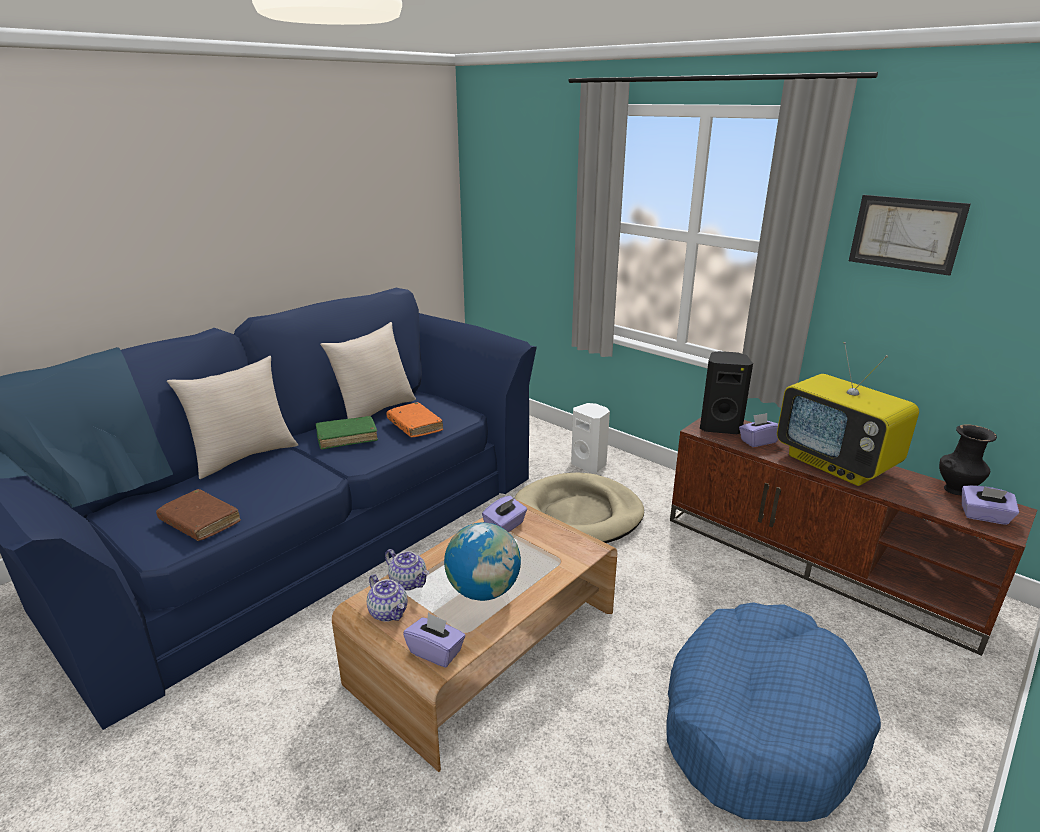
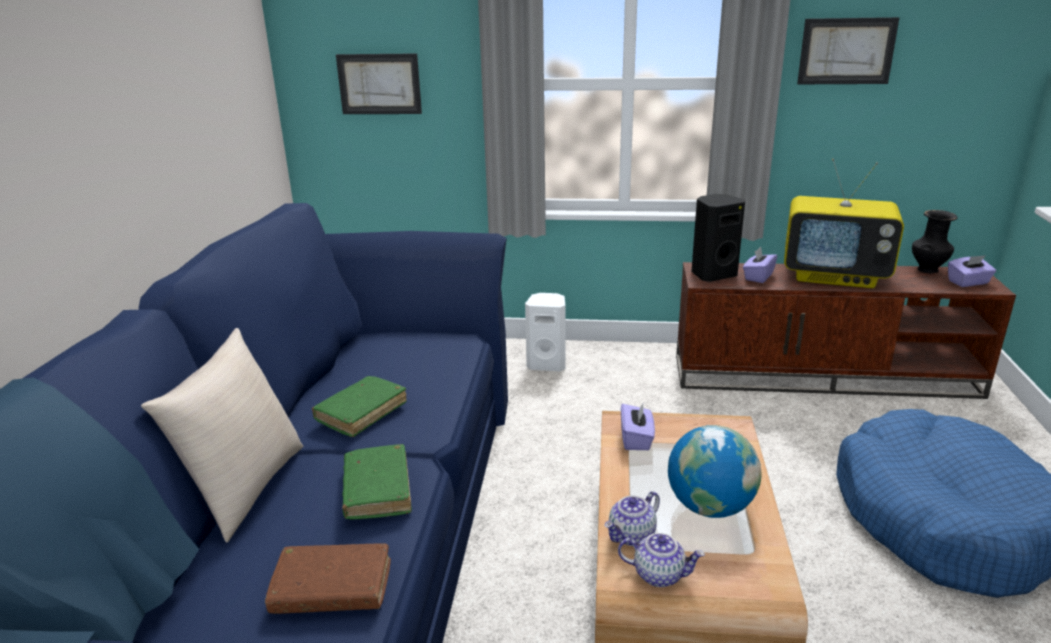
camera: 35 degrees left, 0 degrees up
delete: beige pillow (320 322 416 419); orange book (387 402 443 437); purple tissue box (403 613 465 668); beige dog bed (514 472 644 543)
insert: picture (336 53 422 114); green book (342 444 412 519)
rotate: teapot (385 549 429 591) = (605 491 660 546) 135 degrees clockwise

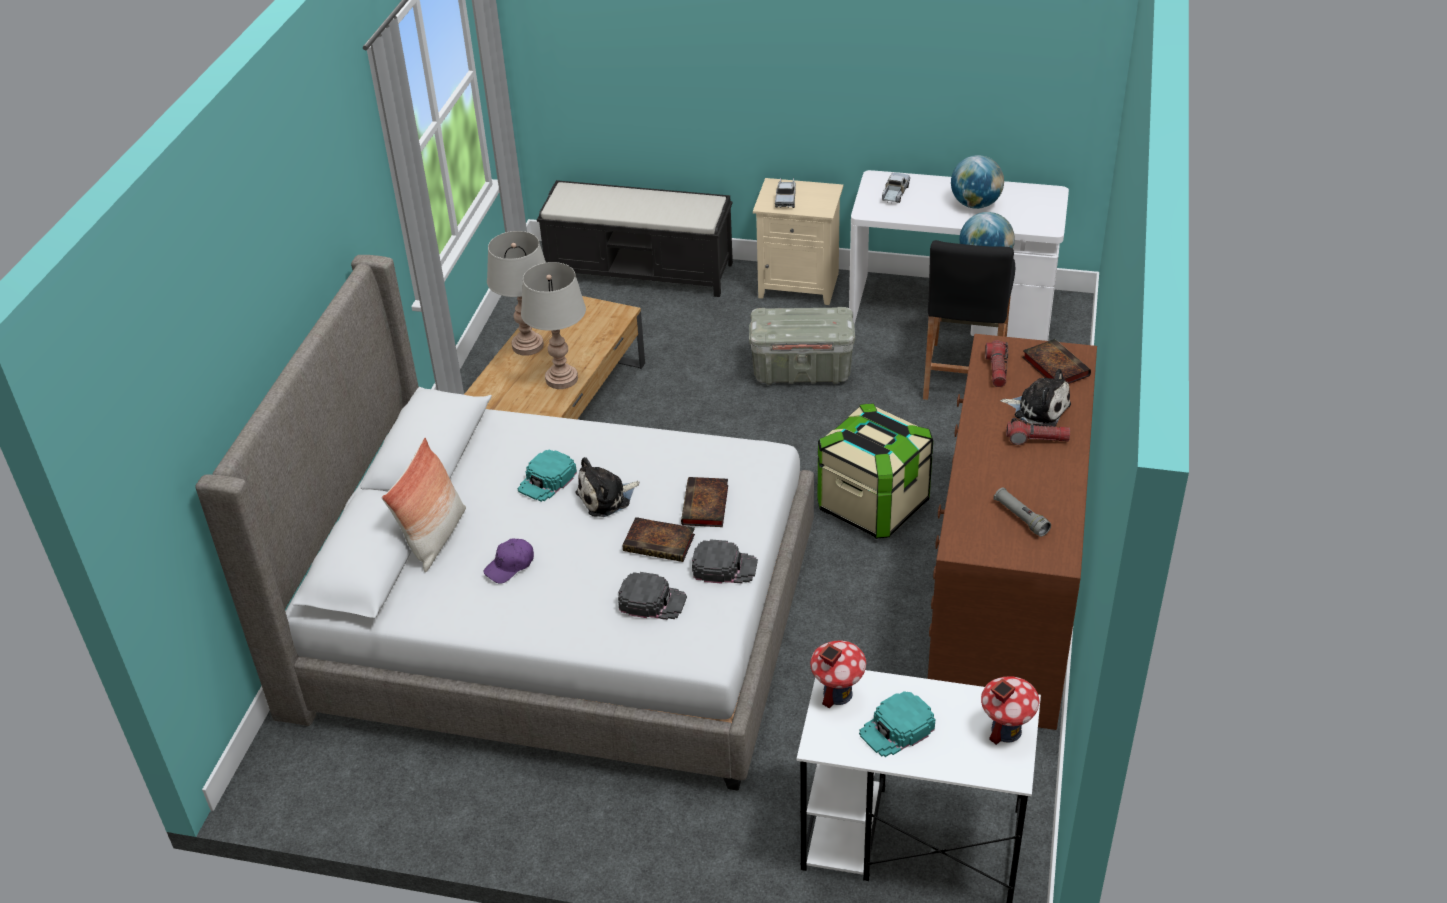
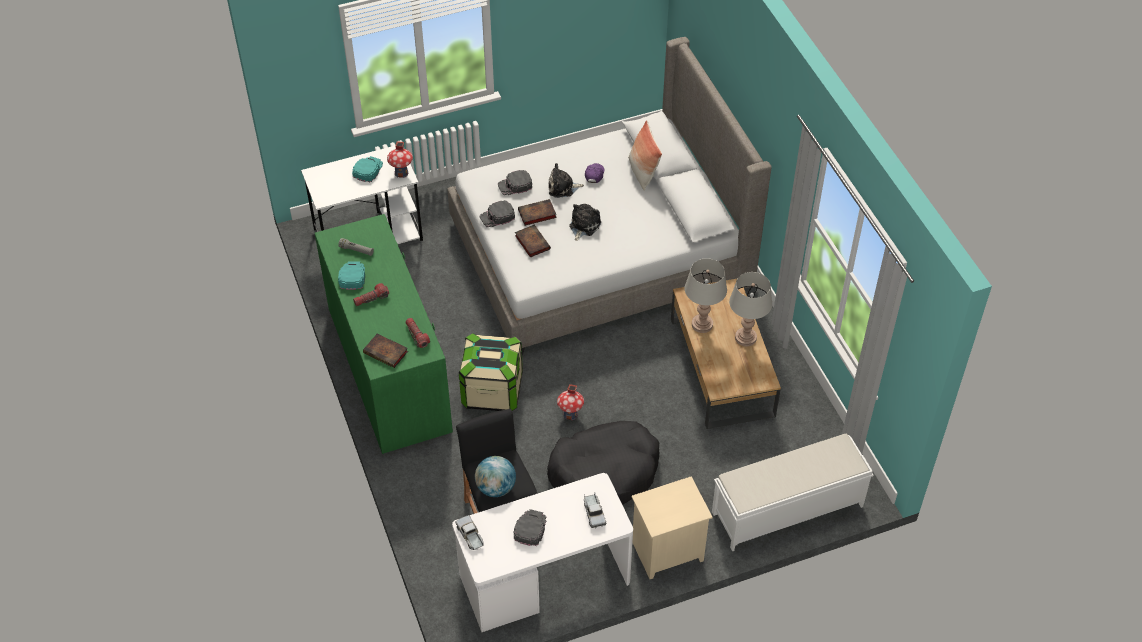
camera: 145 degrees right, 10 degrees up
move: turquoise cap (518 450 577 502) to (338 262 365 290); toy truck (775 178 796 208) to (455 515 484 550); plush toy (1000 369 1071 427) to (548 163 584 198); toy house (981 676 1039 745) to (557 384 584 421)
replace: globe (951 155 1004 209) to black cap (514 509 547 546); grey storage box (749 307 855 385) to black dog bed (547 421 659 505)
recolor: brown dresser (928 334 1097 730) to green dresser (315 214 453 454); black bench (537 180 733 297) to white bench (712 434 874 551)

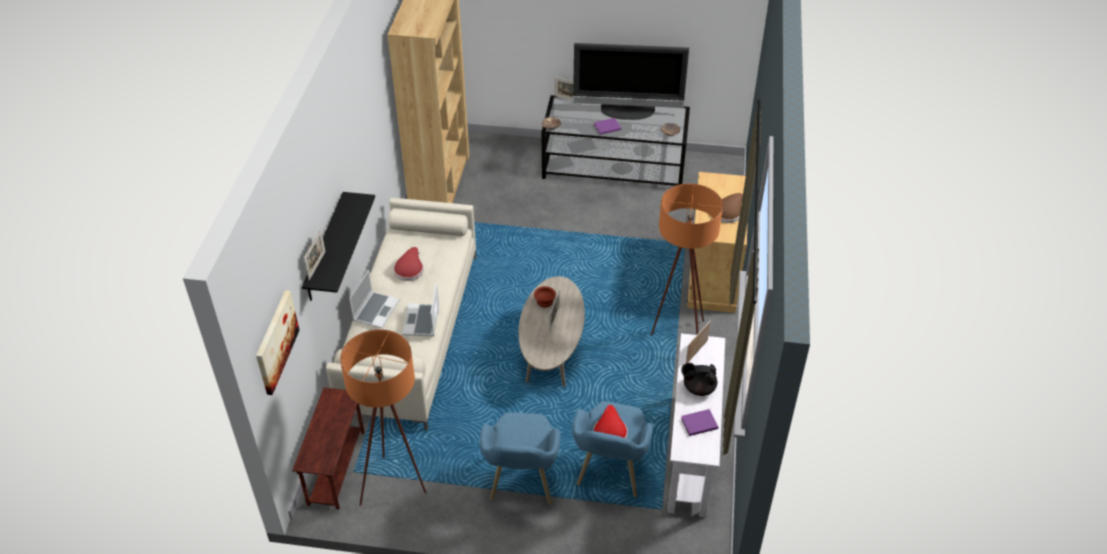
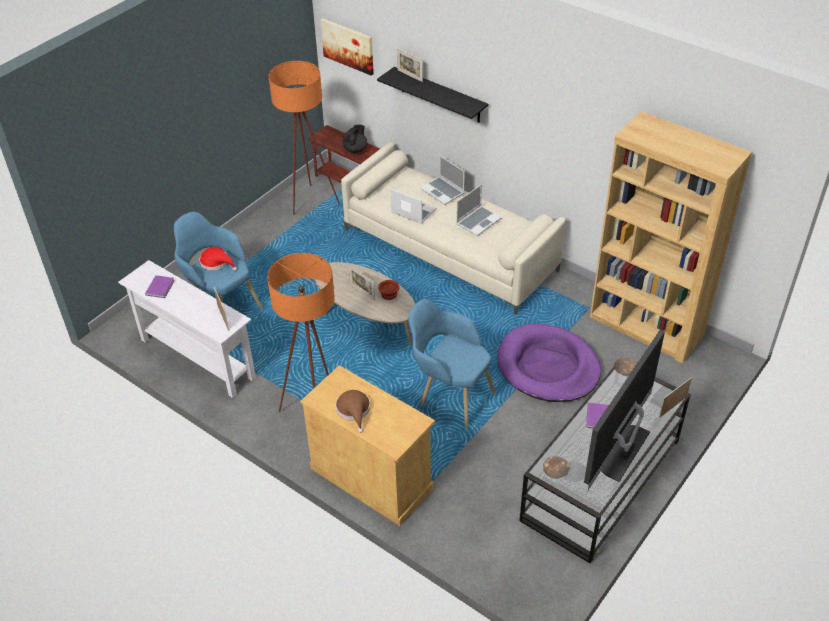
camera: 120 degrees right, 0 degrees up
insert: purple dog bed (497 324 601 402)
move: black teapot (681 363 717 396) to (342 124 368 153); blue armchair (480 412 560 504) to (408 299 495 429)
replace: red hat (394 247 424 281) to laptop (456 184 502 236)

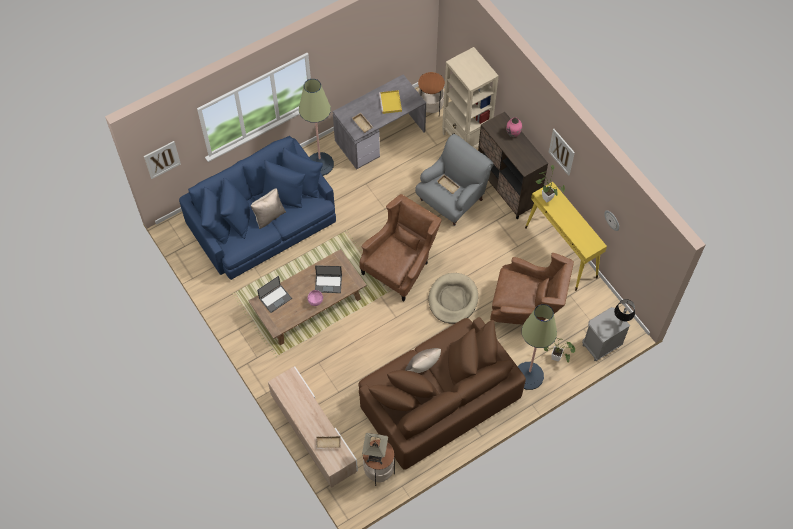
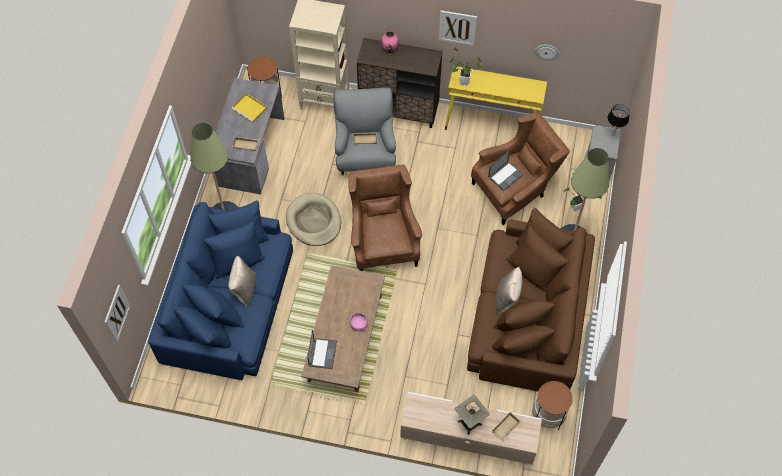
camera: 45 degrees left, 0 degrees up
move: beige dog bed (429 273 478 324) to (286 193 341 246); table lamp (362 433 388 464) to (455 395 490 435); laptop (315 265 342 293) to (488 150 524 191)

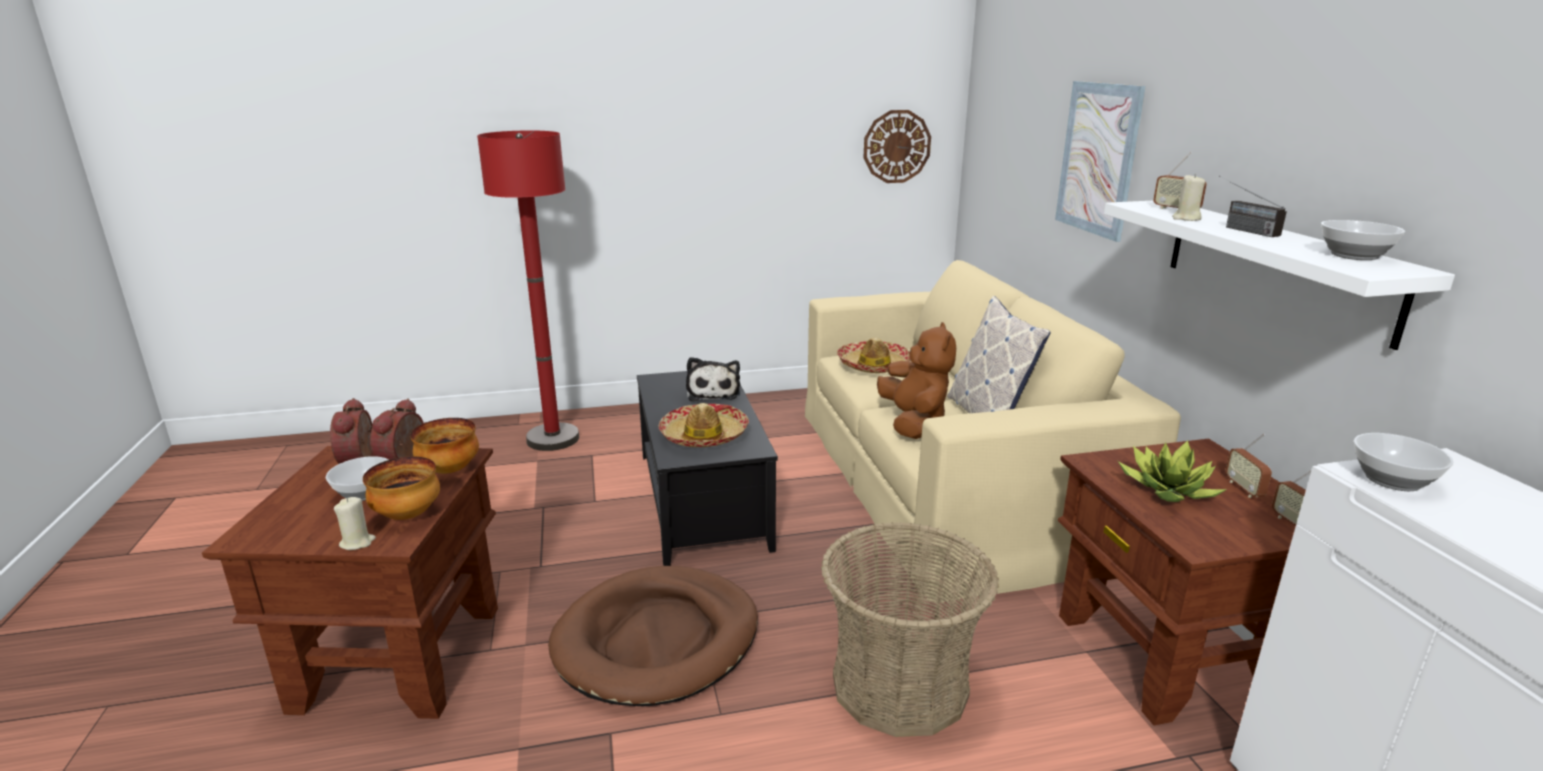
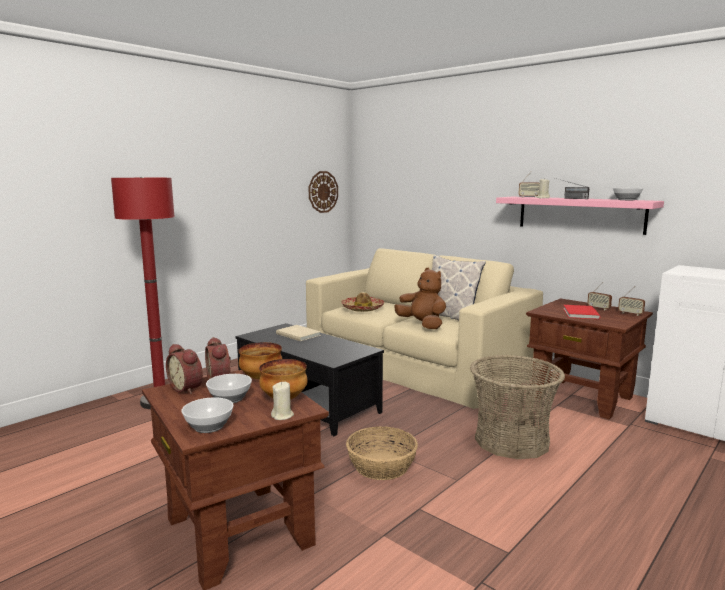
camera: 35 degrees left, 10 degrees down
delete: hat (659 403 749 447); picture (1055 81 1146 242)
move: bowl (1354 433 1454 491) to (182 397 234 433)
replace: plush toy (686 357 740 401) to beige book (276 325 321 341); brown dog bed (548 566 758 706) to basket (346 426 418 480); potted plant (1118 441 1227 502) to red book (563 305 600 319)
recolor: white shelf (1104 201 1455 350) to pink shelf (496 197 664 235)

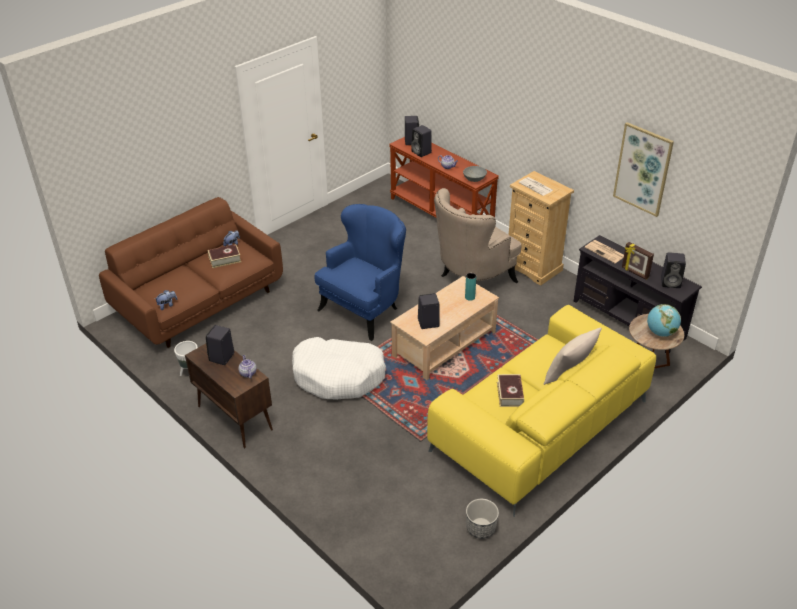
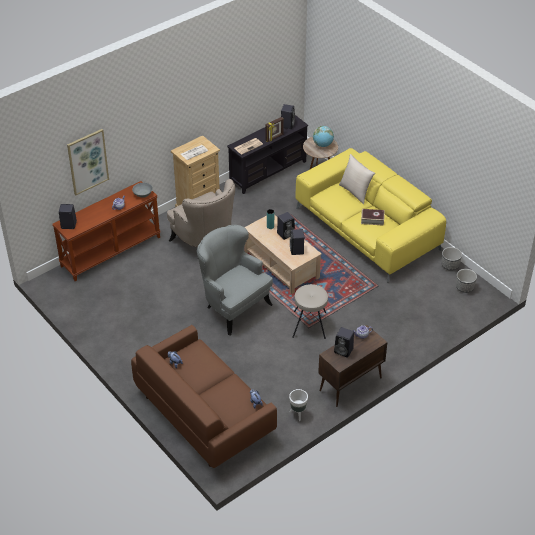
camera: 85 degrees left, 5 degrees up
delete: book (208 244 241 268)
insert: planter (456 269 477 293)
move: picture (613 122 674 217) to (67 129 109 195); black speaker (411 125 432 157) to (277 212 295 240)
replace: white dog bed (292 337 386 399) to beige stool (293 284 328 339)
recolor: blue armchair (314 204 406 341) to grey armchair (197 225 273 336)

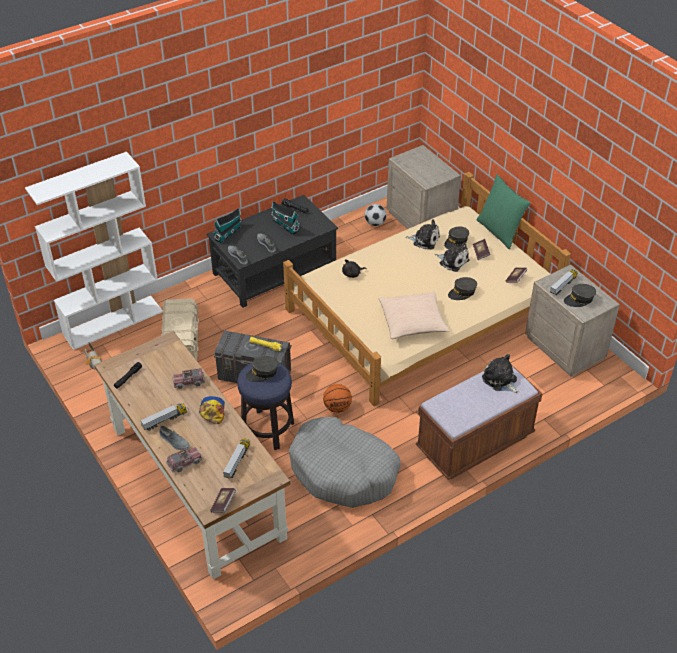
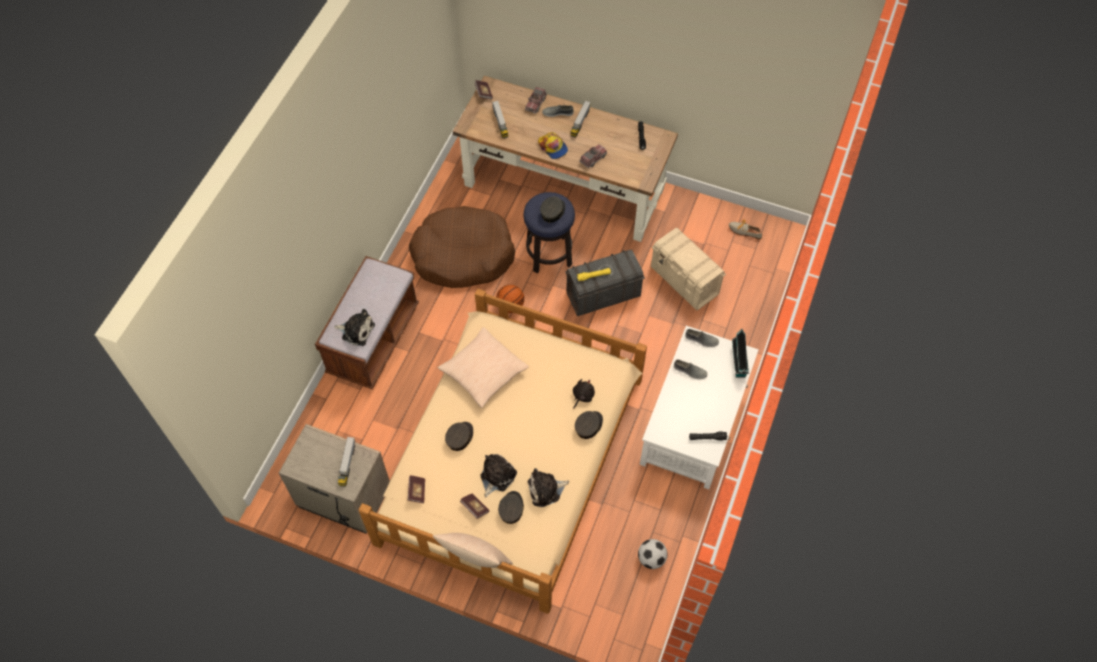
camera: 145 degrees right, 15 degrees up
delete: white bookcase (25 152 163 350); toy house (271 201 300 235); beige nightstand (387 145 461 229)
move: grey cap (564 284 596 307) to (575 411 603 439)
recolor: grey dog bed (289 417 401 508) to brown dog bed (409 206 515 288); green pillow (477 175 531 249) to beige pillow (433 533 513 568); black coffee table (207 195 338 308) to white coffee table (640 326 759 490)
rotate: plush toy (435 242 469 272) = (480 454 517 498) 120 degrees clockwise

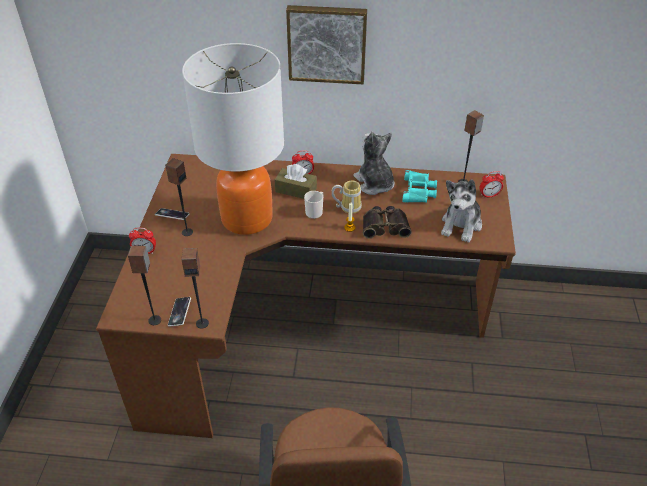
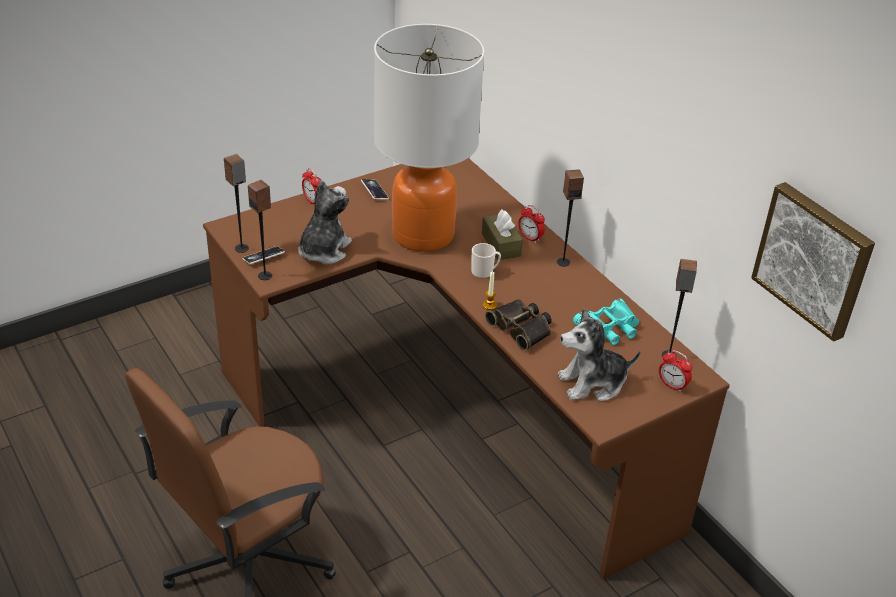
camera: 50 degrees right, 5 degrees down
delete: mug (331 181 362 214)
move: plush toy (353 132 395 195) to (298 180 352 265); speaker (165 158 193 236) to (557 169 584 267); picture (286 5 367 84) to (751 182 875 342)

